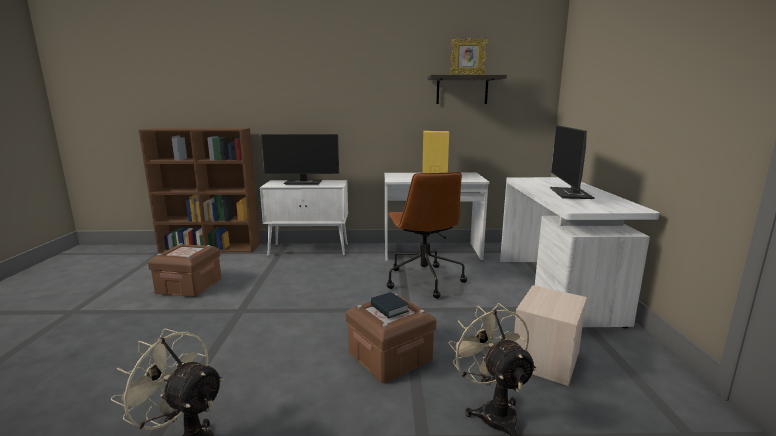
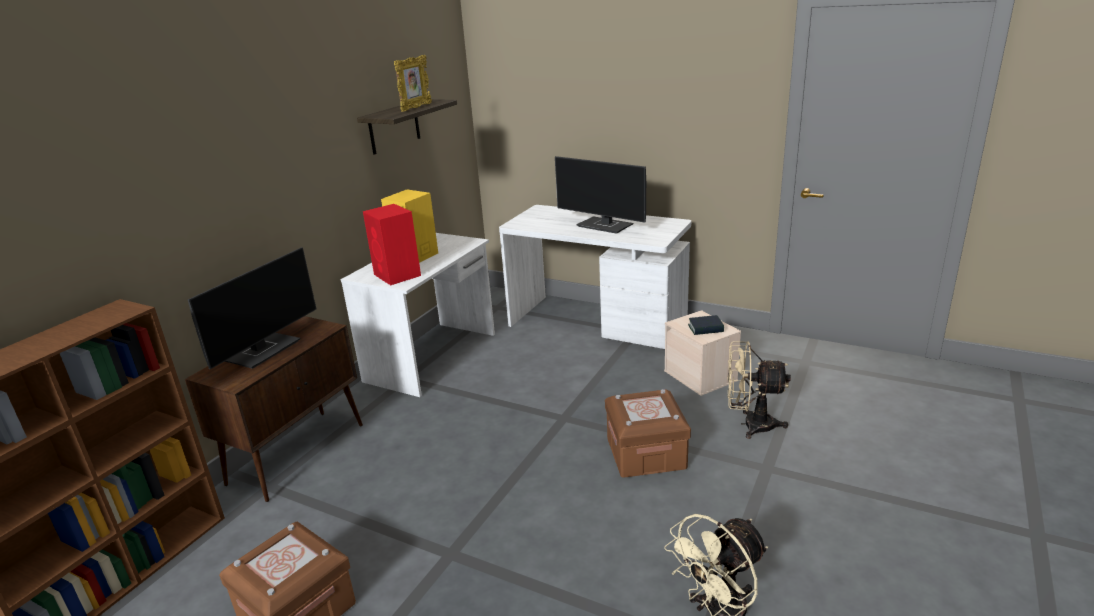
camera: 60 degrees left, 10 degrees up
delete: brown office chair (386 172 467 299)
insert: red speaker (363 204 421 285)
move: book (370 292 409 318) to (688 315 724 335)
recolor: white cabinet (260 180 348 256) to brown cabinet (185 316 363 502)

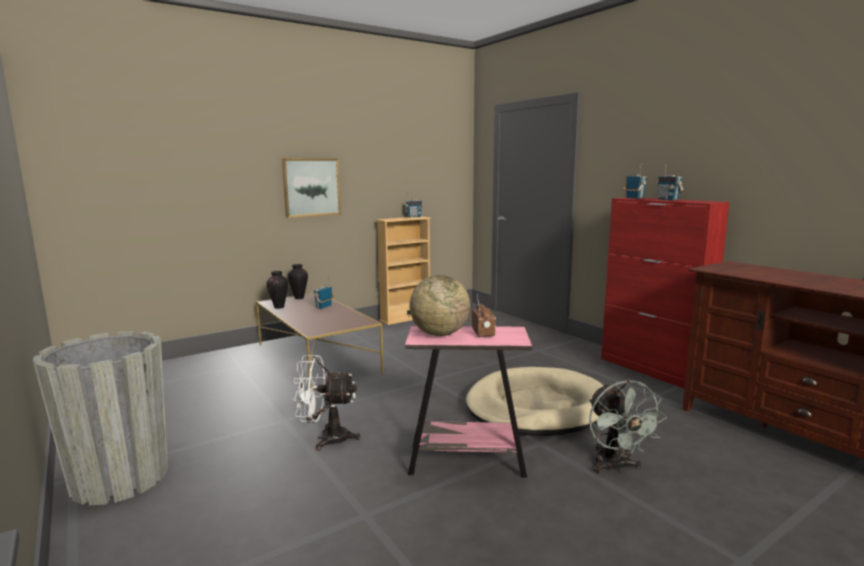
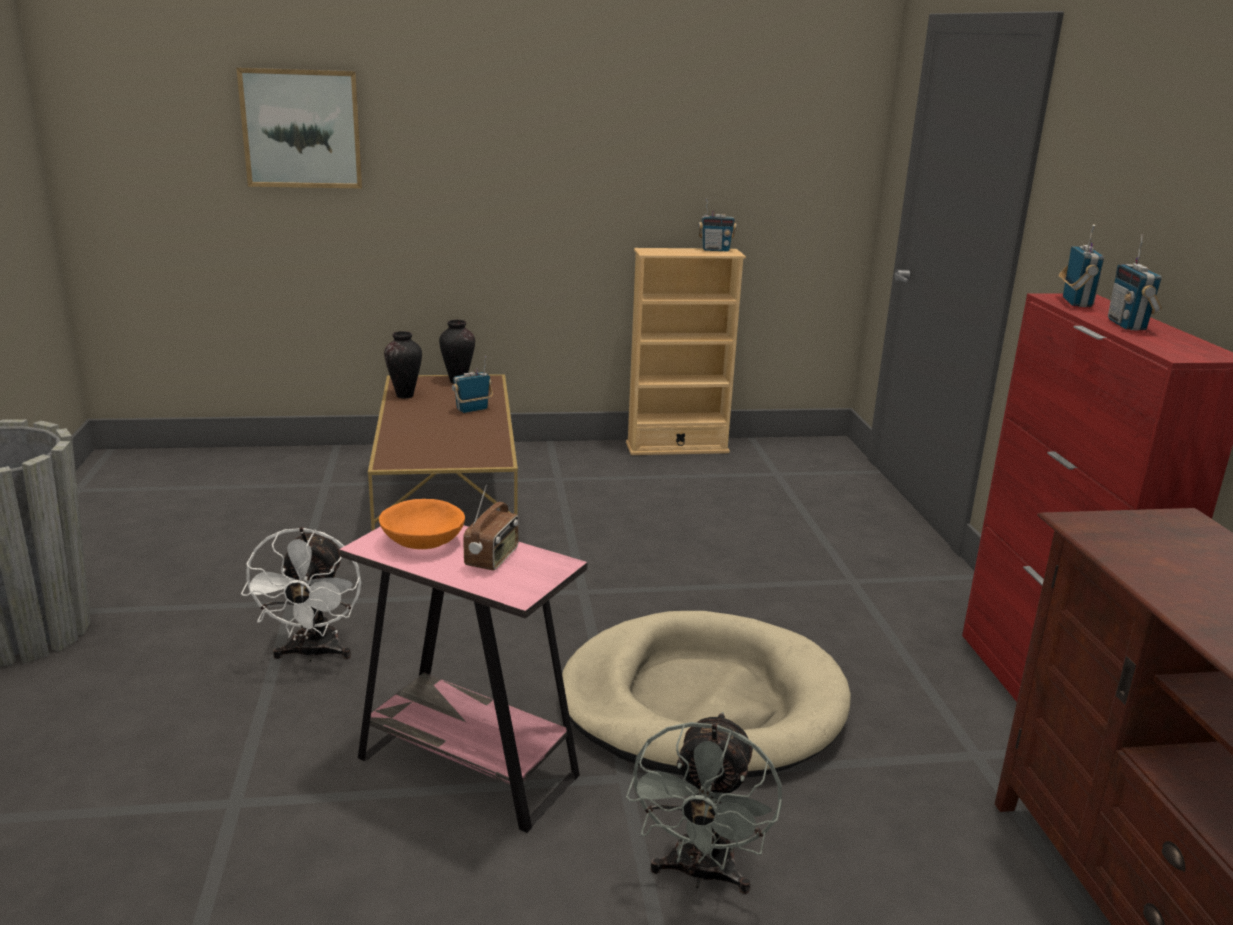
camera: 25 degrees right, 10 degrees up
move: picture (282 158 341 218) to (236 67 363 189)
replace: globe (409 275 470 336) to orange bowl (379 499 465 549)
rotate: white fan (293 355 361 451) = (241 527 361 662) 120 degrees counterclockwise

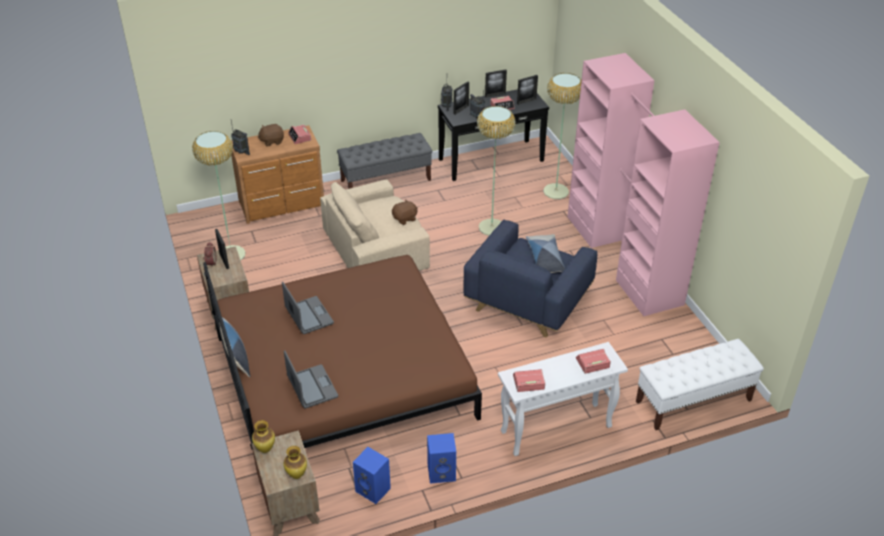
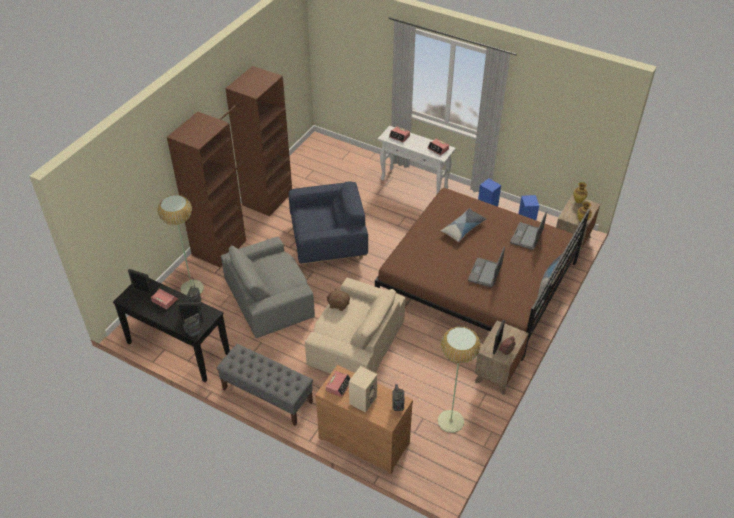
camera: 130 degrees left, 5 degrees up
delete: picture frame (485 70 507 97); white bench (636 339 764 430)
move: pillow (526 234 565 273) to (441 208 487 242)
replace: floor lamp (477 106 516 236) to grey armchair (221 237 315 338); brown plush toy (257 124 284 146) to beige speaker (349 366 377 413)
recolor: pink wardrobe (567 53 720 316) to brown wardrobe (167 66 292 268)

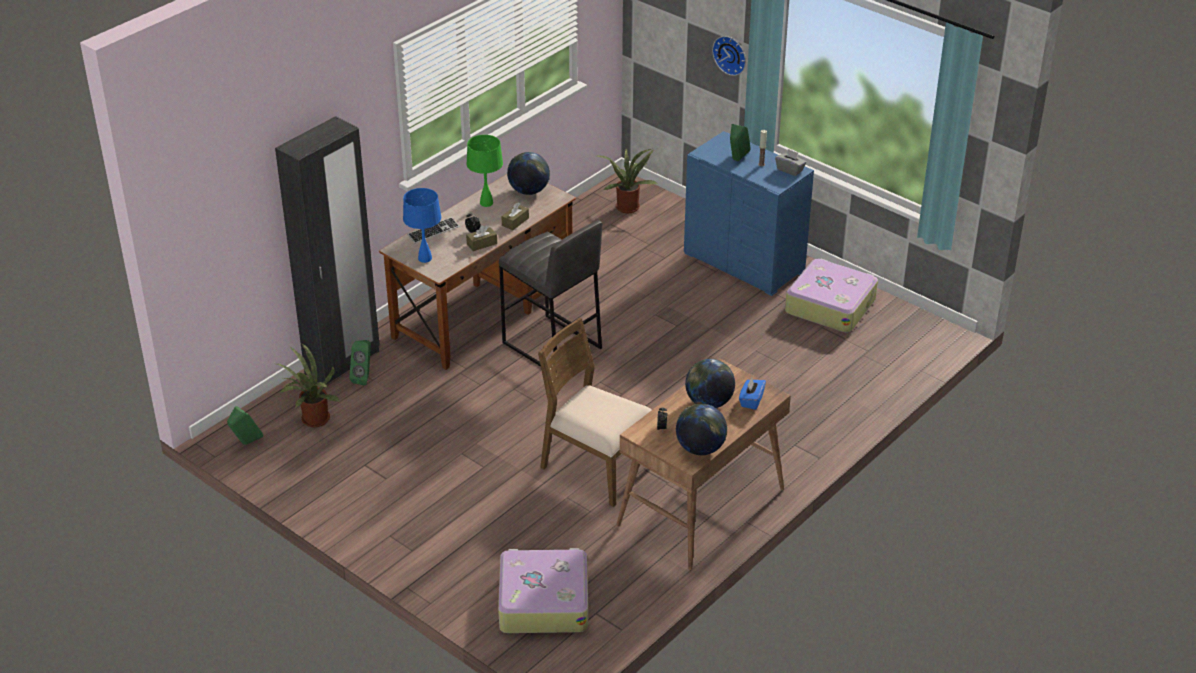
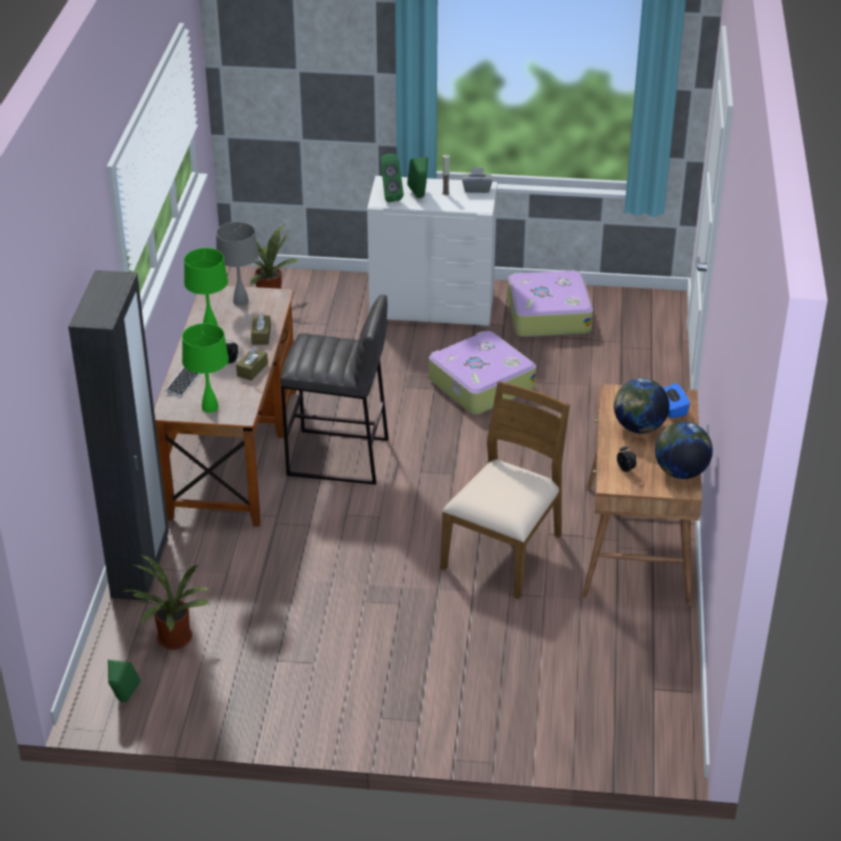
camera: 35 degrees left, 0 degrees up
delete: wall clock (712 36 746 76)
move: green speaker (349 340 371 385) to (380 154 404 202); suitcase (498 548 588 633) to (429 331 536 415)
replace: globe (507 152 550 195) to grey table lamp (216 222 259 306)
recolor: blue table lamp (403 188 441 263) to green table lamp (182 323 229 413); blue dresser (684 131 814 296) to white dresser (367 176 497 327)
rotate: brown chair (538 318 652 507) = (440 381 570 599) 120 degrees clockwise

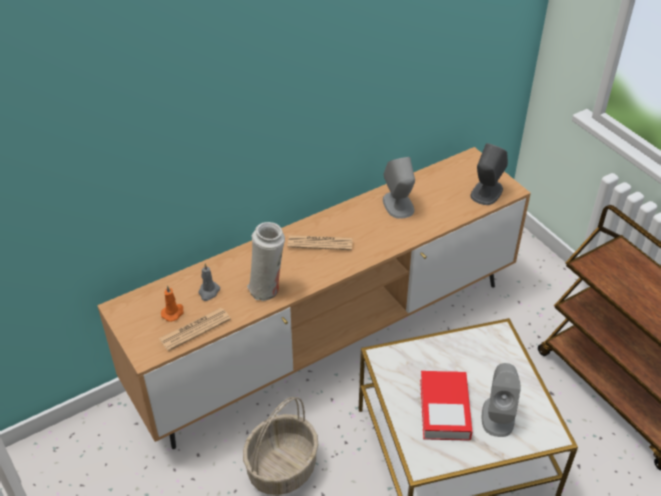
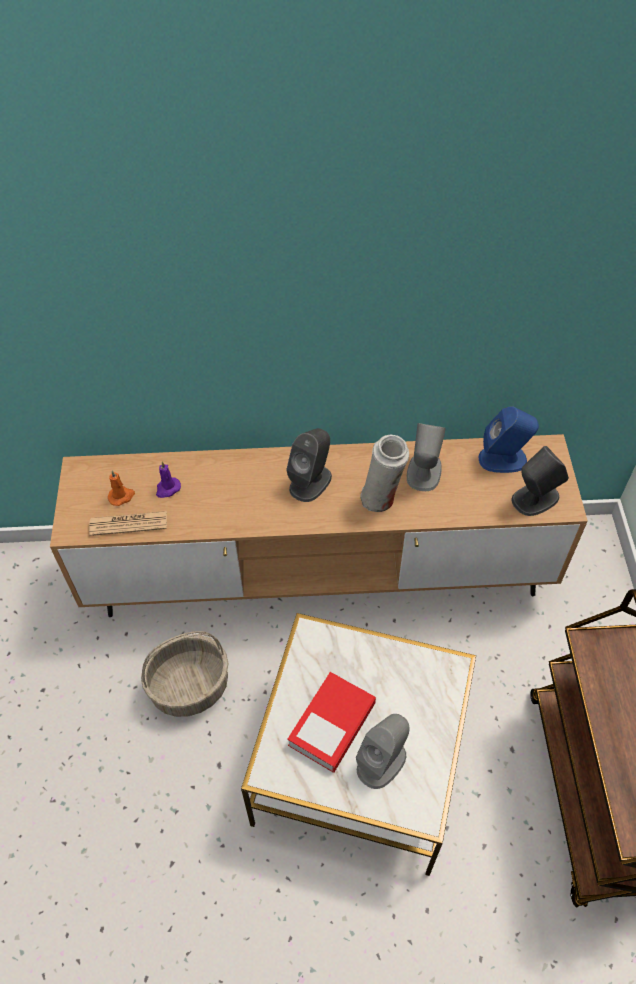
camera: 30 degrees right, 10 degrees up
insert: blue speaker (479 406 539 473)
move: white vase (247 222 285 301) to (360 435 409 512)
replace: newspaper (287 235 353 250) to grey speaker (286 428 332 502)
recolor: grey candle (199 263 220 301) to purple candle (156 462 181 498)

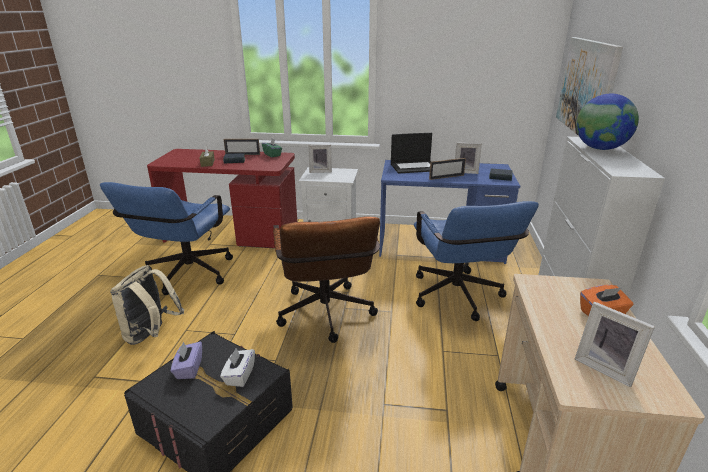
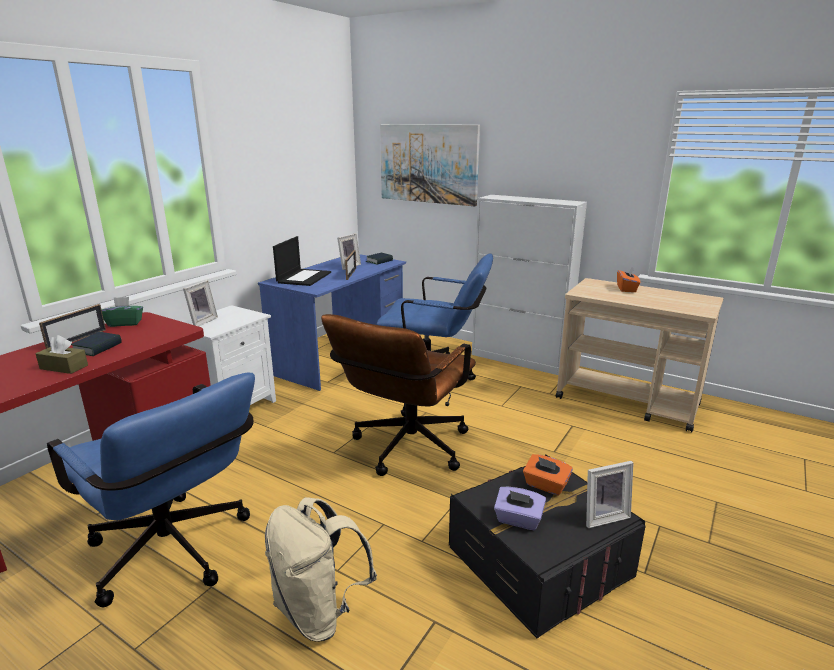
camera: 65 degrees left, 5 degrees down
delete: globe (576 94 639 150)
move: picture frame (575 302 655 387) to (586 461 633 528)
recolor: white tissue box (220 348 255 387) to orange tissue box (523 454 573 496)
rotate: brown office chair (273 217 380 343) = (321 314 476 476) 105 degrees clockwise

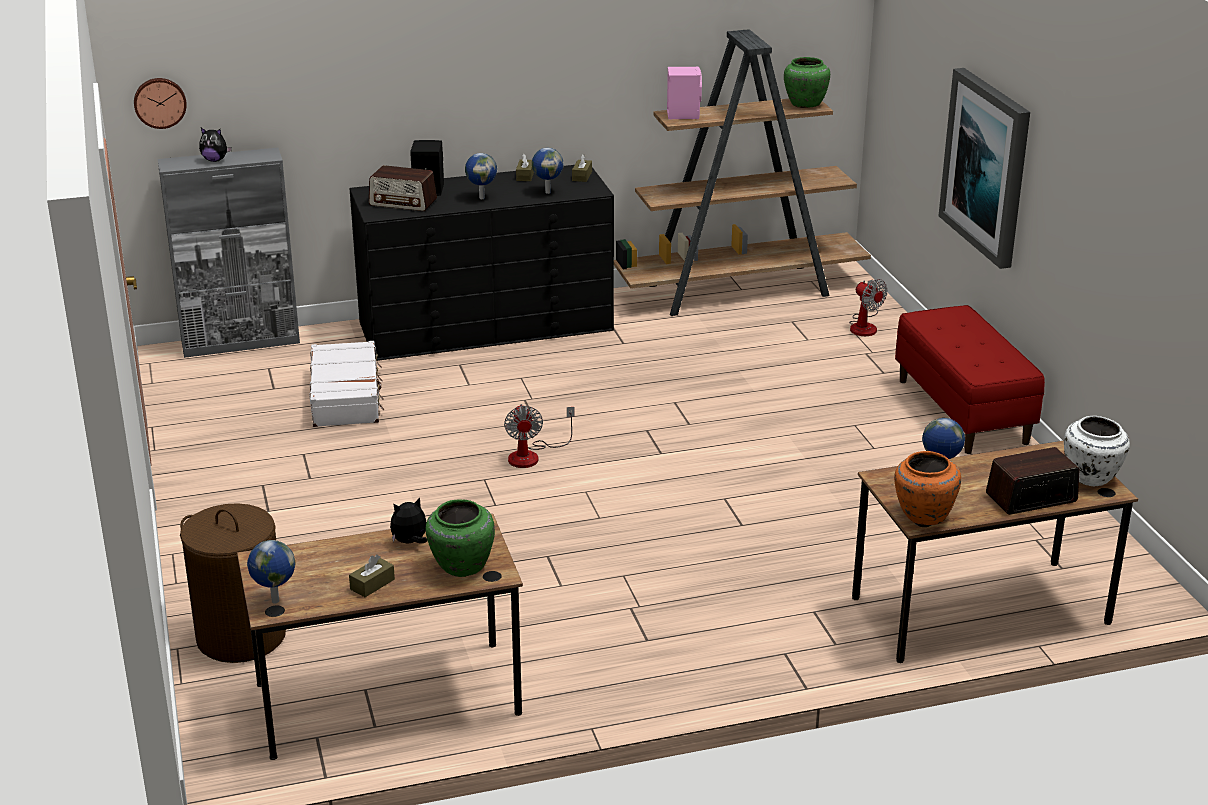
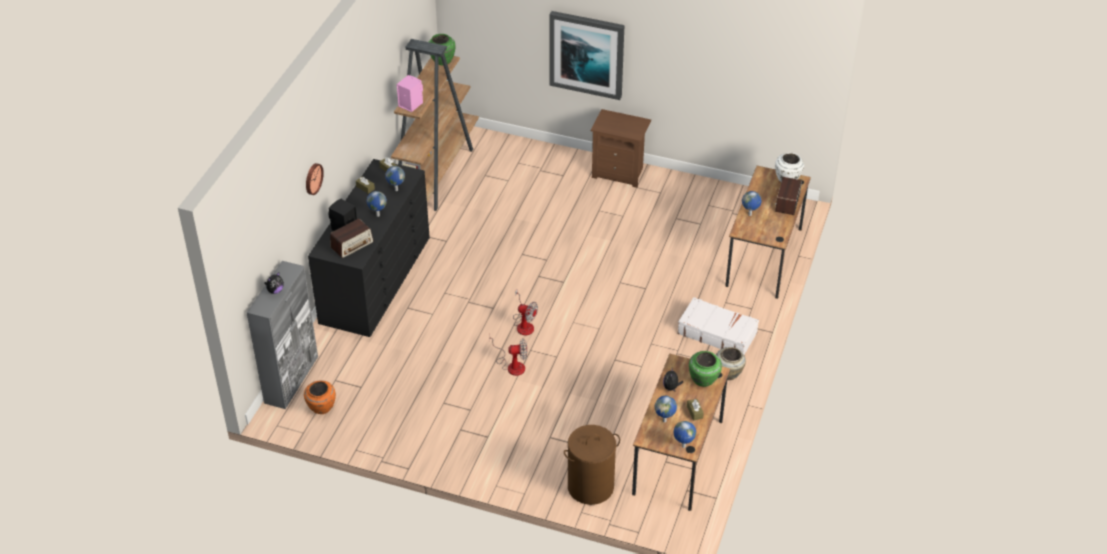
camera: 55 degrees left, 15 degrees up
insert: globe (655 396 677 422); beige vase (716 347 746 380)
move: orange vase (894 451 961 525) to (304 380 336 414); wall clock (134 78 187 129) to (306 163 324 195); fan (849 279 888 336) to (489 337 527 376); white suitcase (309 341 384 427) to (677 297 759 355)
replace: red bench (895 305 1045 454) to brown nightstand (591 109 651 188)

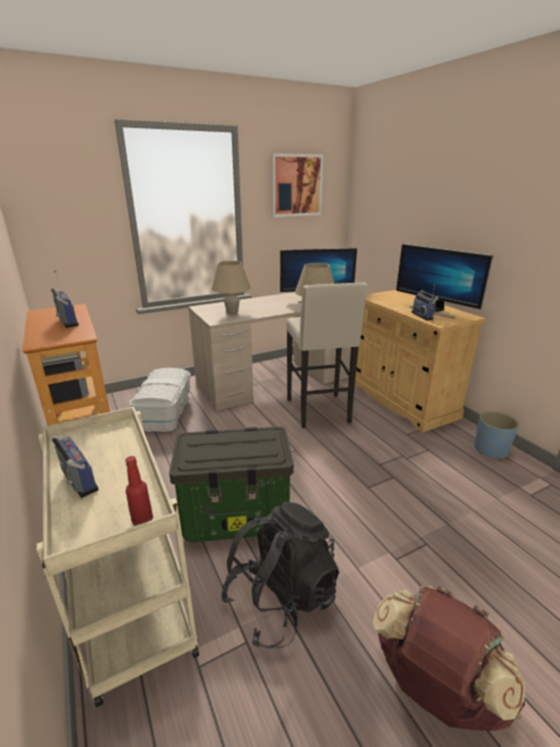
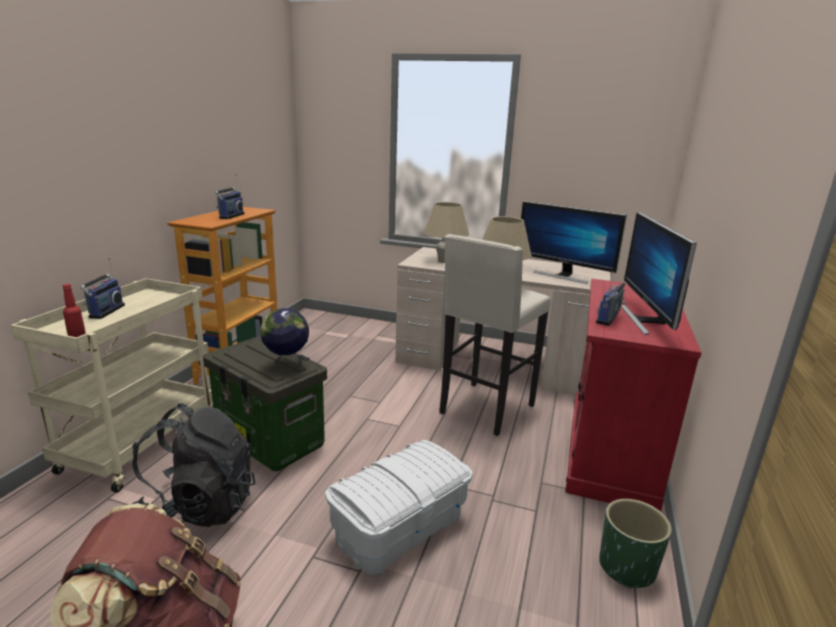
camera: 45 degrees right, 5 degrees down
delete: picture (271 153 323 217)
insert: globe (260 308 309 370)
move: white storage box (129 368 191 432) to (325 440 473 575)
recolor: beige cabinet (355 290 486 433) to red cabinet (565 279 702 512); blue planter (474 411 519 459) to green planter (599 499 672 589)

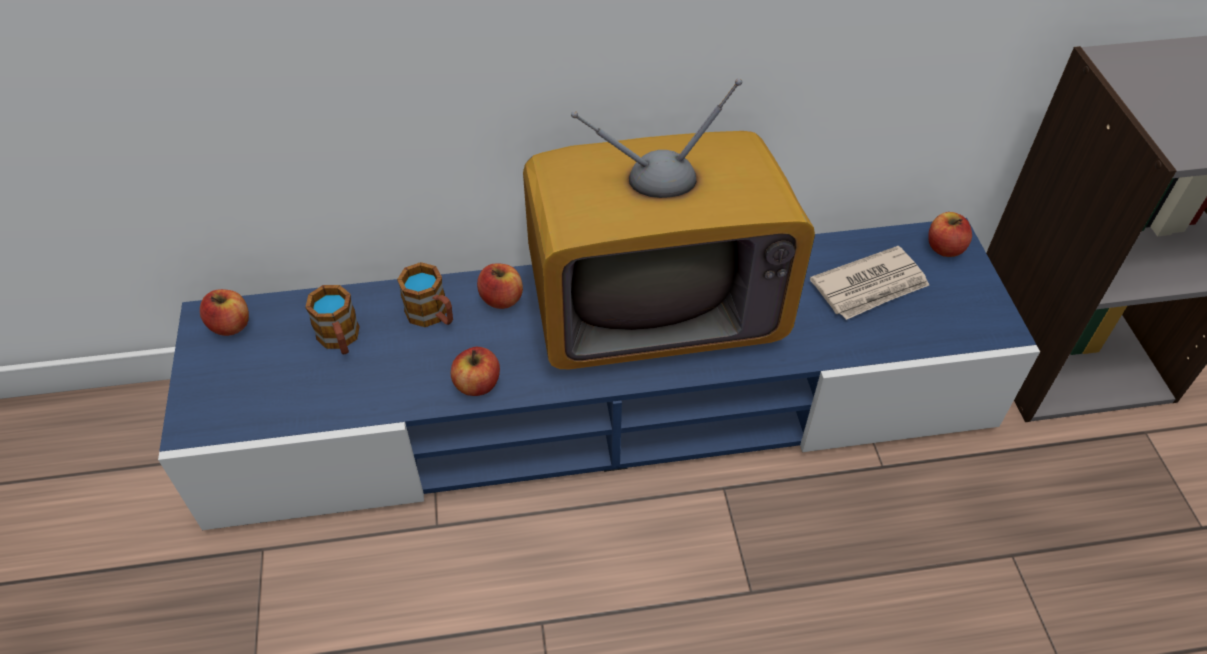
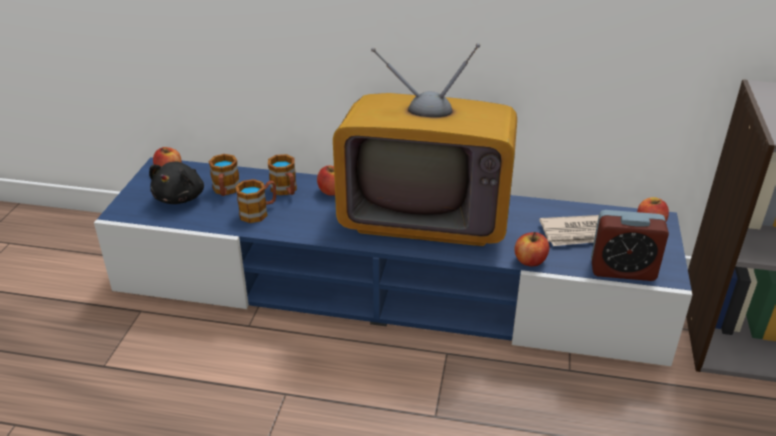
camera: 20 degrees right, 15 degrees down
insert: black plush toy (149 162 204 204); mug (235 179 276 223); alarm clock (591 210 669 281)
move: apple (451 347 500 396) to (514 232 549 266)

